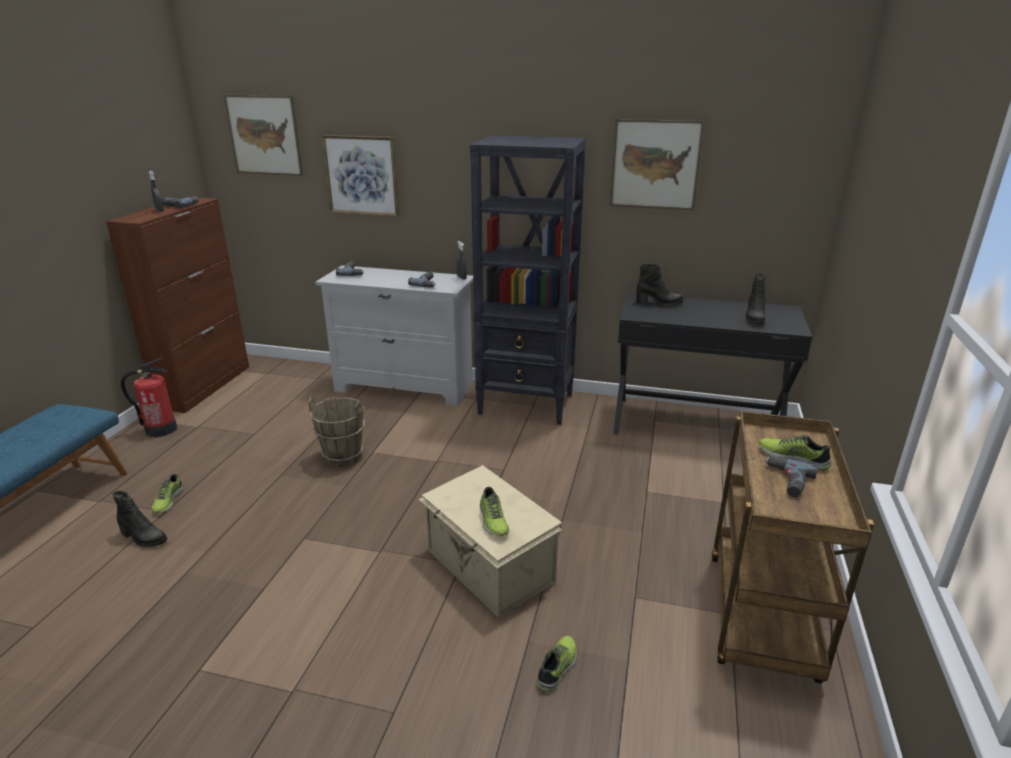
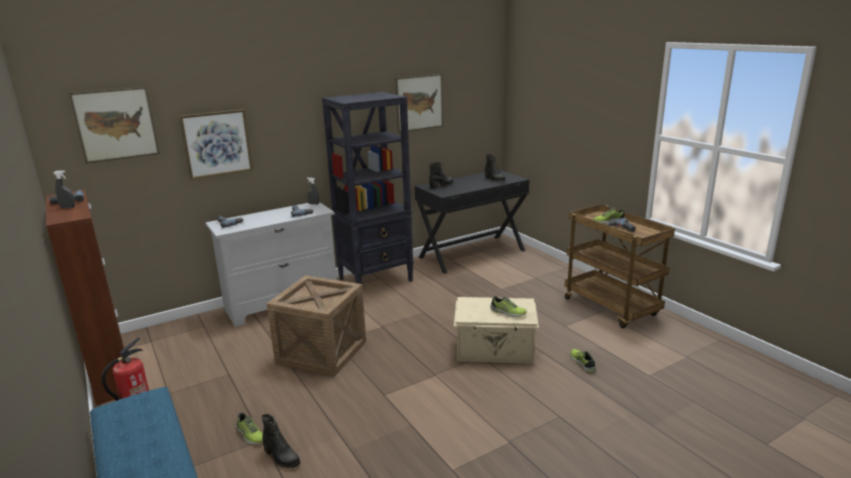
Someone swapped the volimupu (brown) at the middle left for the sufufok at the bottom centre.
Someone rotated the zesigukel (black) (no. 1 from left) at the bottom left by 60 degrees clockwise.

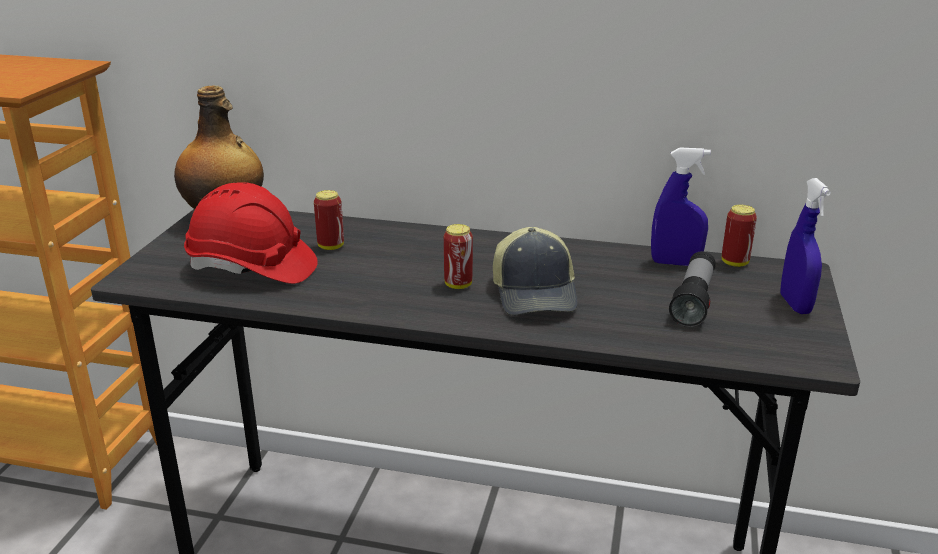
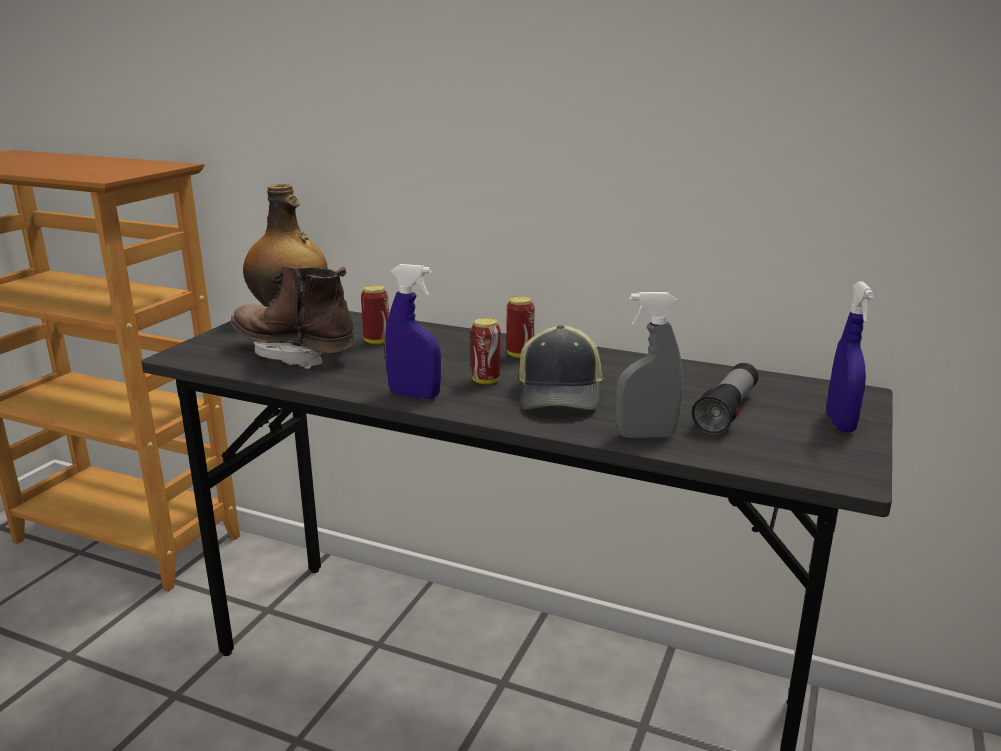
Someone carried the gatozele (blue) (no. 1 from left) from the middle right to the centre.
Someone swapped the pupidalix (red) at the middle left for the zesigukel (brown) at the middle left.
Someone carried the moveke (no. 3 from left) from the middle right to the centre.
Someone put down the gatozele (grey) at the centre.

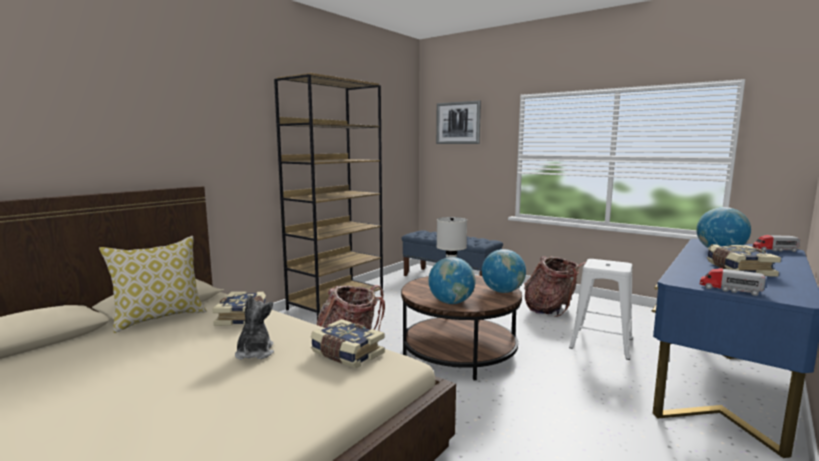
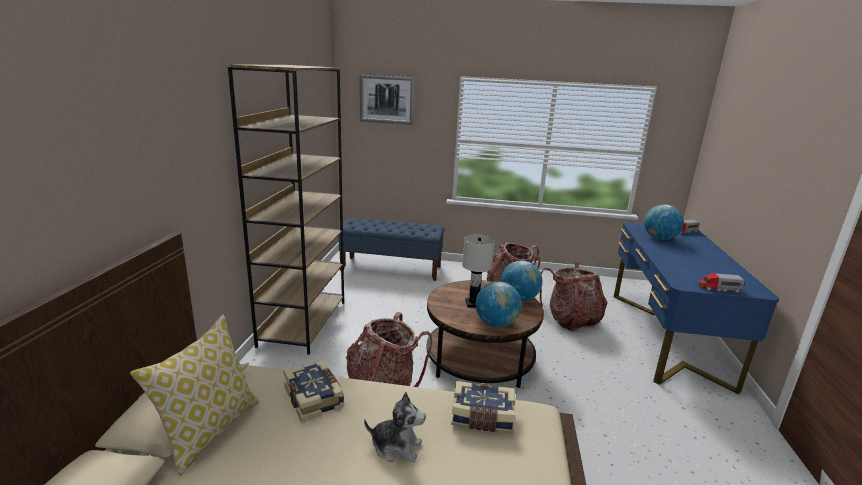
Someone took away the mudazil (no. 3 from left) at the middle right.
Someone swapped the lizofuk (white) at the bottom right for the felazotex (no. 3 from left) at the centre.
Someone rotated the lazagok at the bottom left by 135 degrees clockwise.

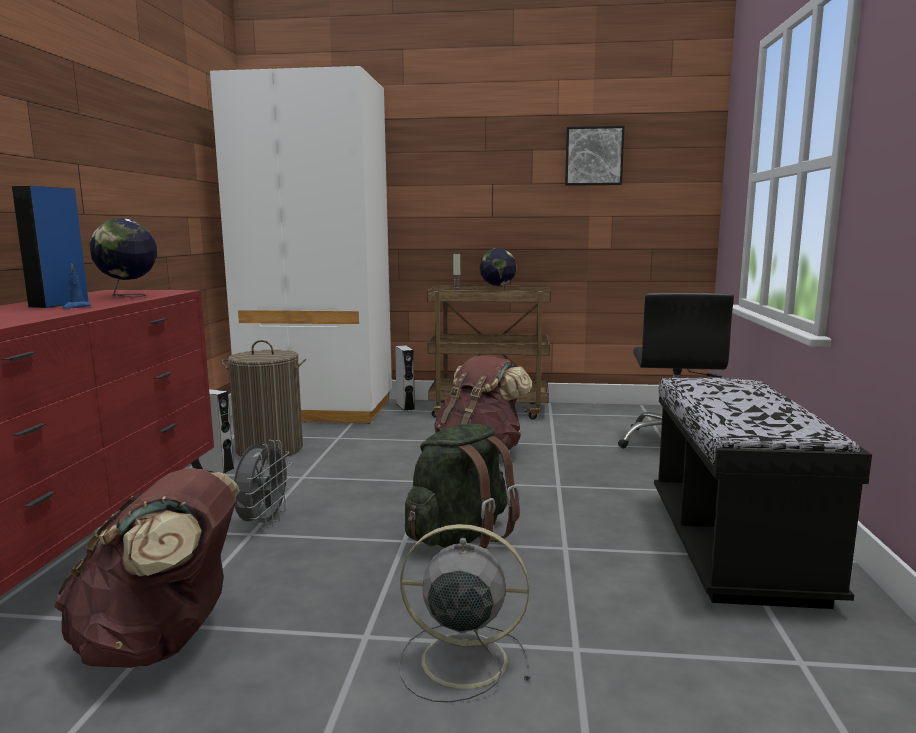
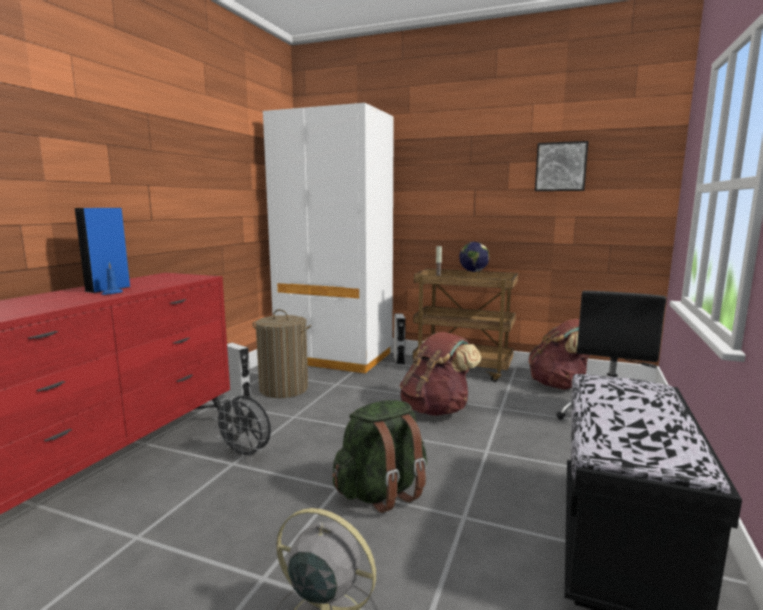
Someone took away the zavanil (no. 1 from left) at the middle left.
Someone rotated the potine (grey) (no. 1 from left) at the middle left by 90 degrees clockwise.
Someone carried the felazotex (brown) (no. 1 from left in the first image) from the bottom left to the middle right.

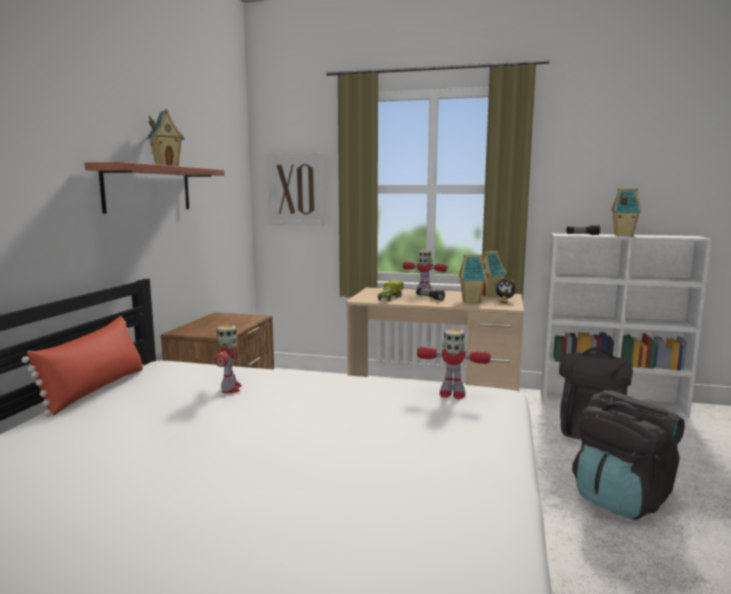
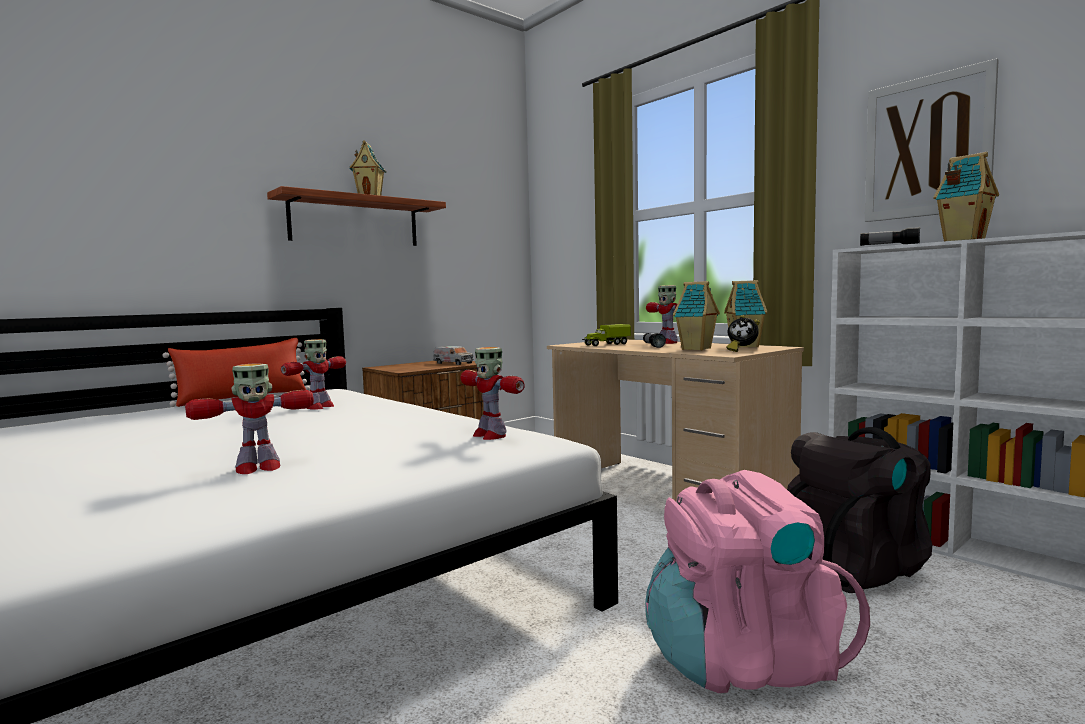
Someone carried the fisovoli from the top centre to the top right.
Someone repainted the felazotex (black) (no. 2 from left) at the bottom right, which became the felazotex (pink) at the bottom right.
Someone put down the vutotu (no. 1 from left) at the centre.
Someone put down the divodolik (no. 1 from left) at the middle left.

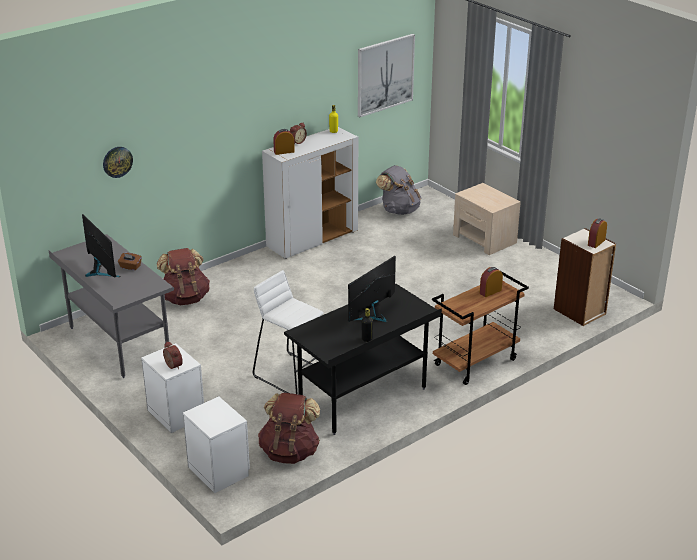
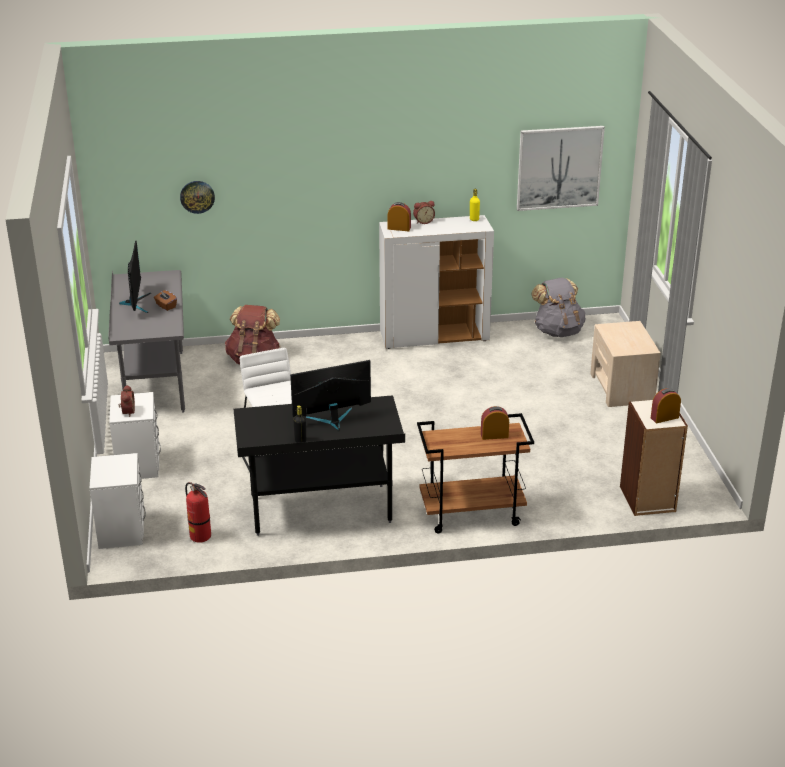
Someone swapped the felazotex (brown) (no. 2 from left) at the bottom centre for the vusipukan at the bottom left.

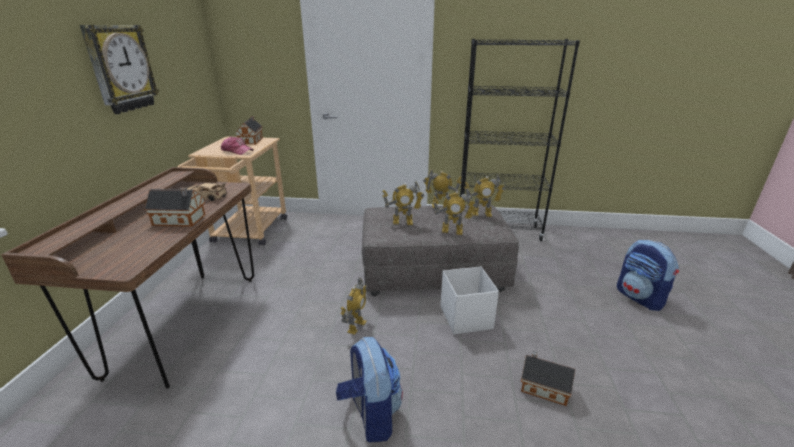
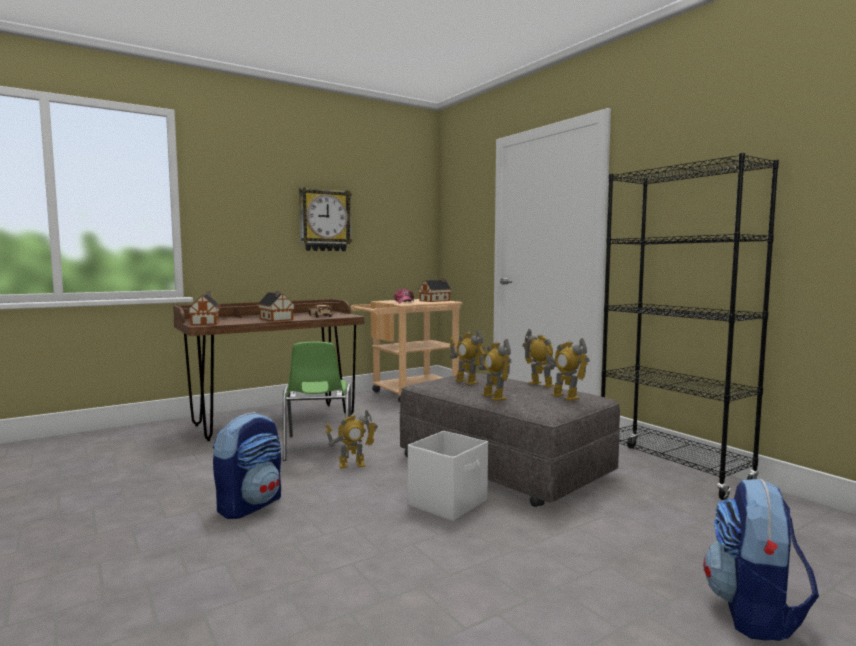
Someone carried the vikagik (no. 3 from left in the first image) from the bottom right to the middle left.
Someone put down the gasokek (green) at the centre.

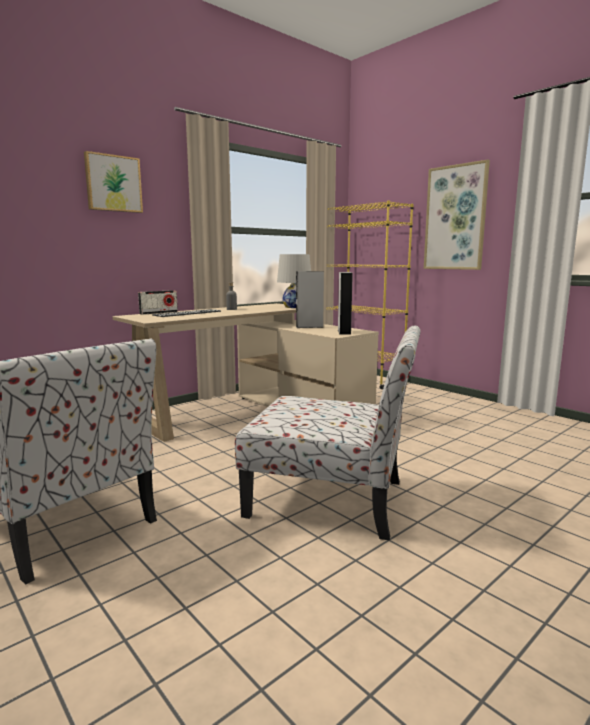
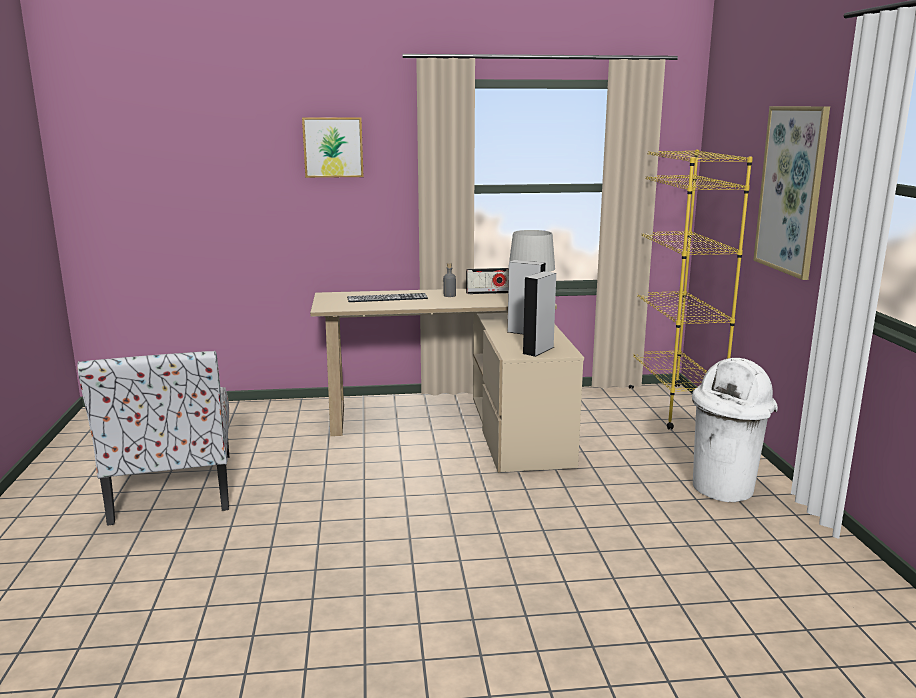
Someone carried the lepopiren from the middle left to the centre.
Someone took away the gasokek (no. 2 from left) at the centre.
Someone put down the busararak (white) at the middle right.

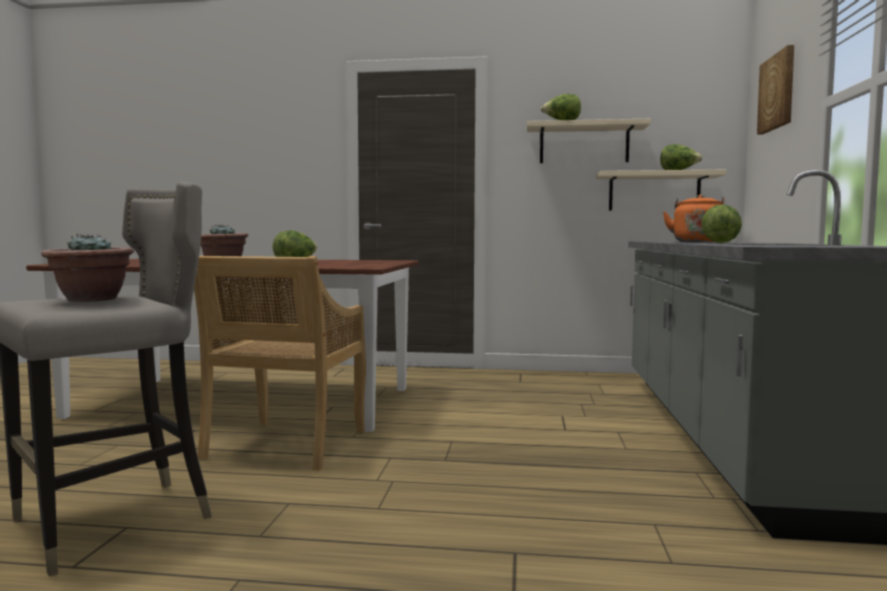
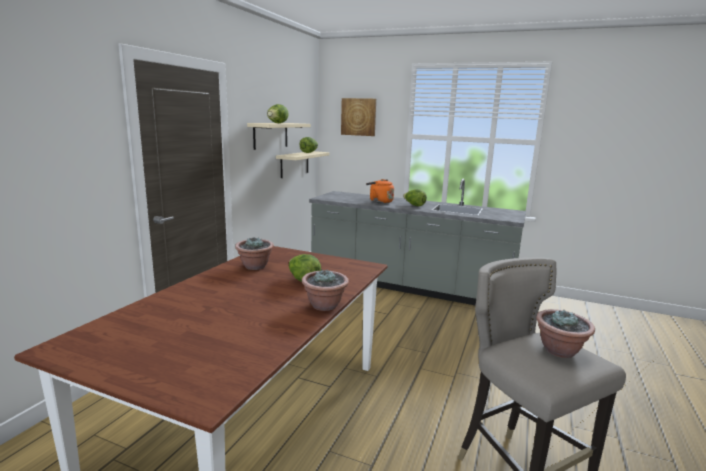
Someone took away the gasokek (beige) at the middle left.
Someone put down the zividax (no. 1 from left) at the centre.

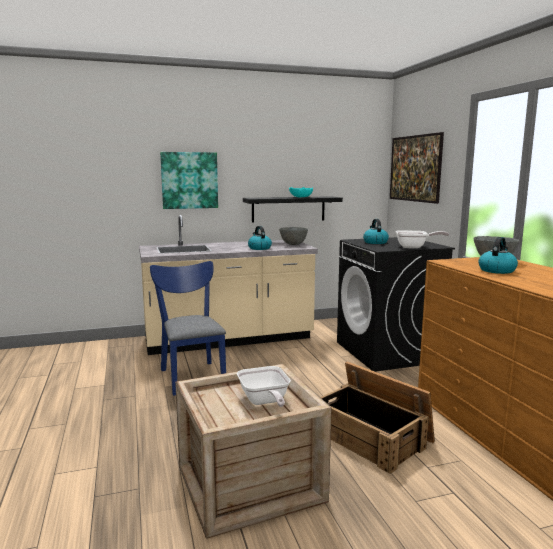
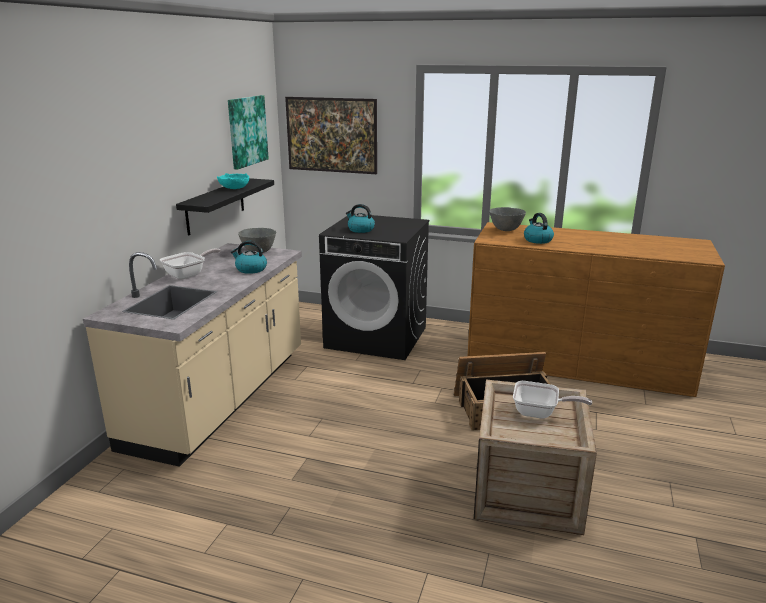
Someone carried the fisovoli (no. 1 from left) from the top centre to the top left.
Someone carried the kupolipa (no. 2 from left in the first image) from the middle right to the middle left.
Someone took away the gasokek (blue) at the centre.

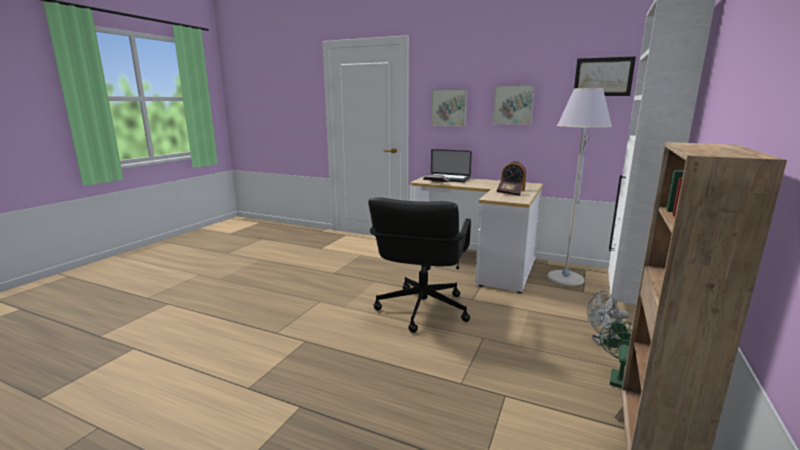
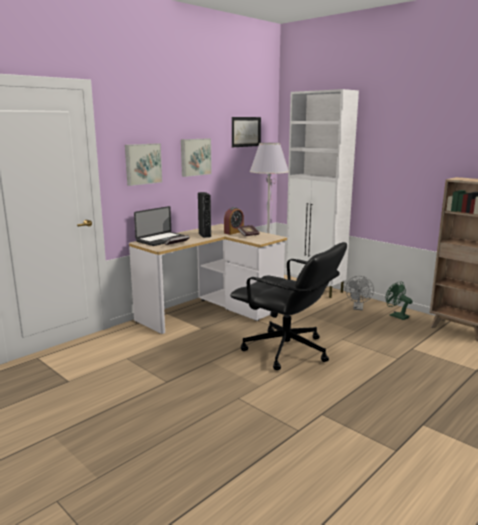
Someone put down the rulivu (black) at the centre.

